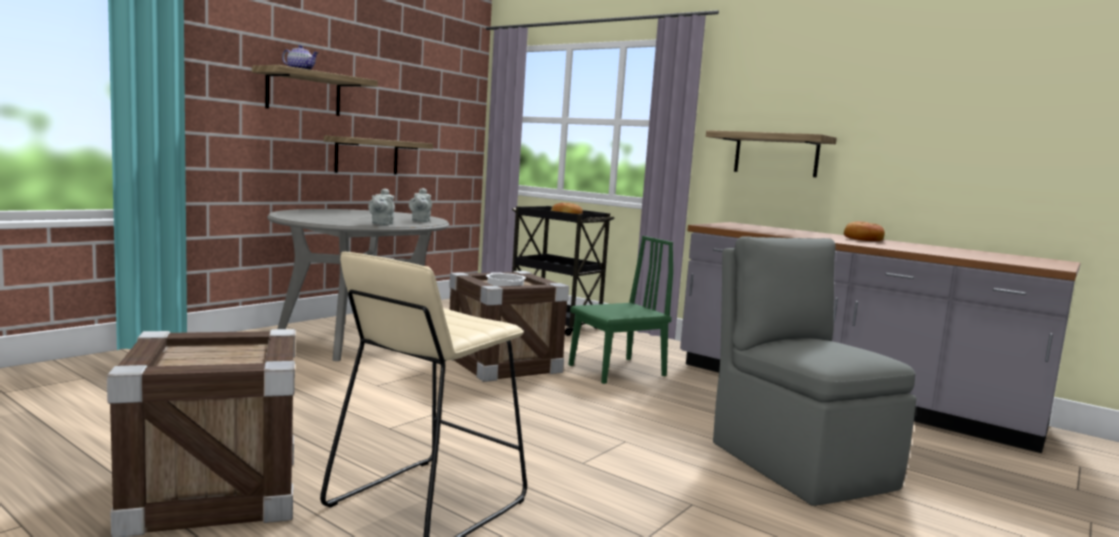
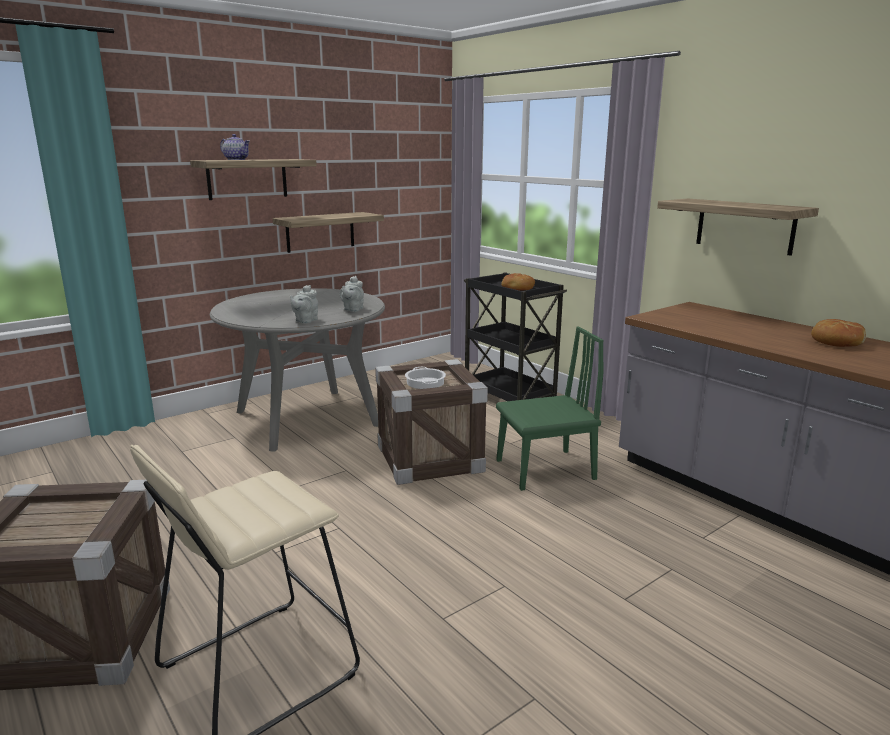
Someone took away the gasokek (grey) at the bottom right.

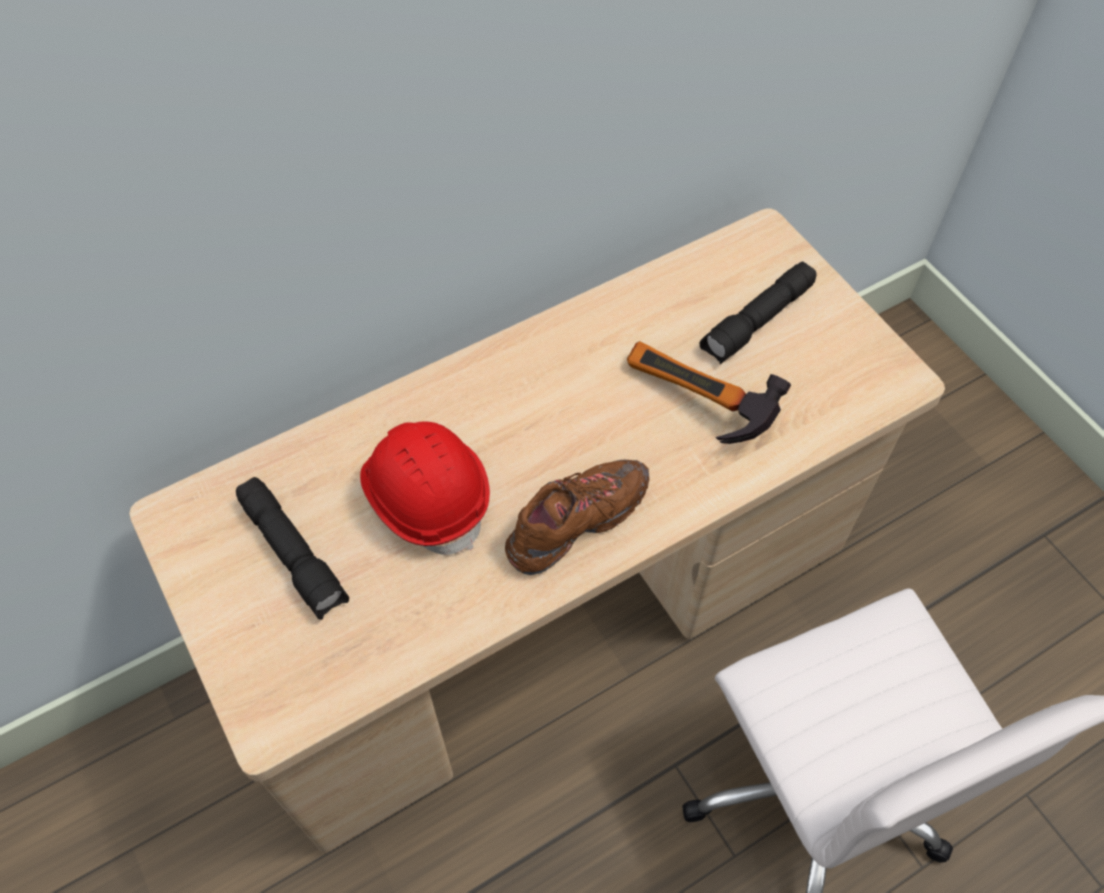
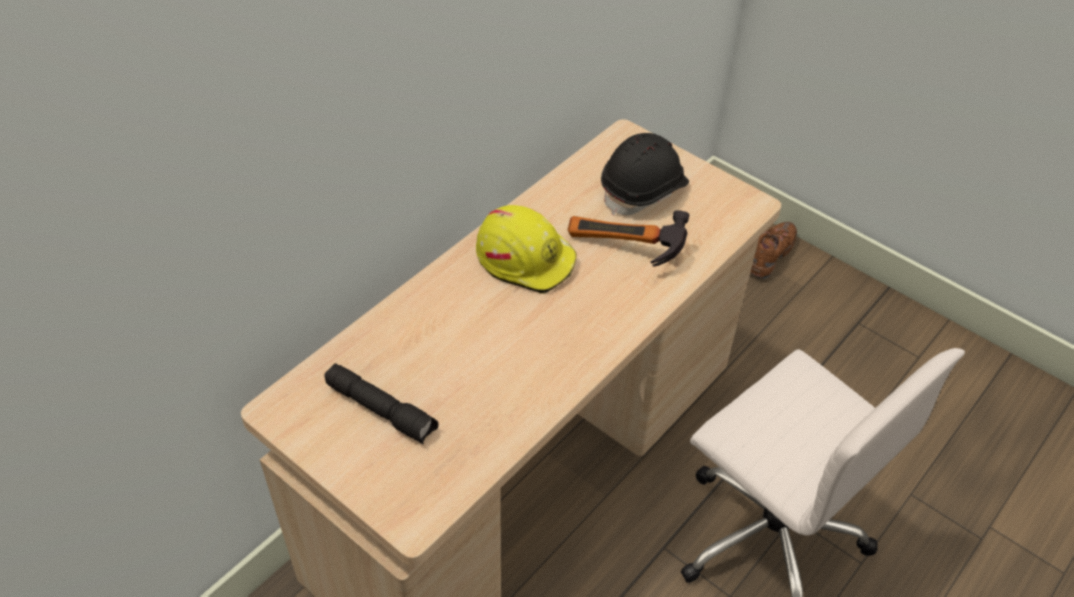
Someone swapped the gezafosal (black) (no. 2 from left) at the middle right for the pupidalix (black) at the top centre.
Someone took away the pupidalix (red) at the centre.
Someone carried the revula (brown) from the centre to the middle right.
Someone put down the pupidalix (yellow) at the centre.

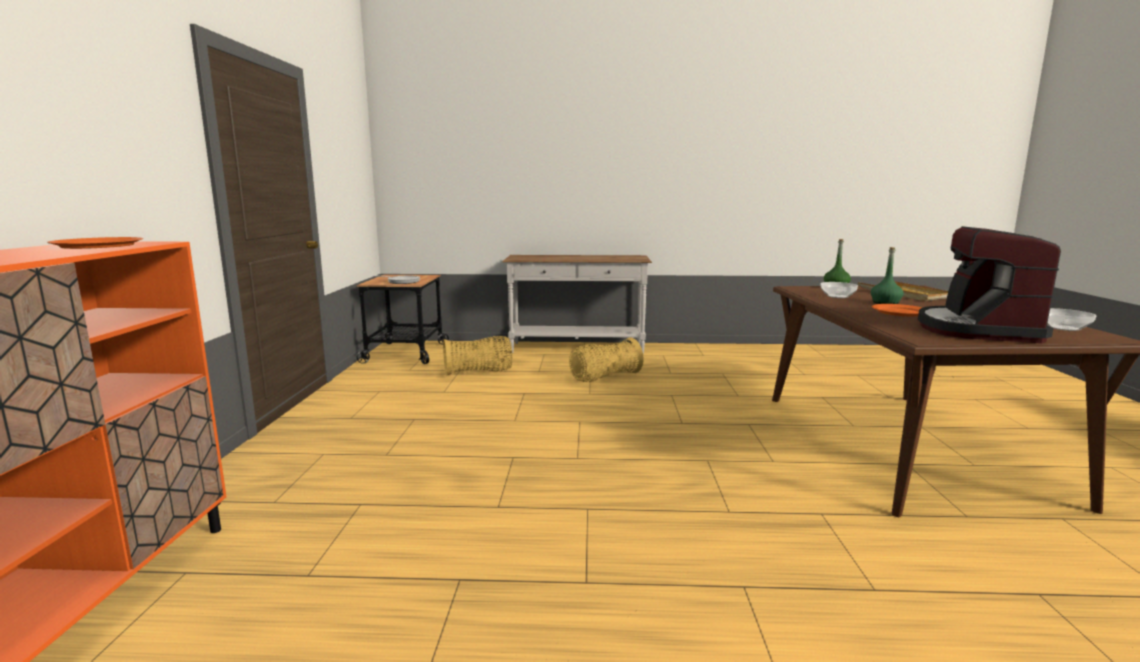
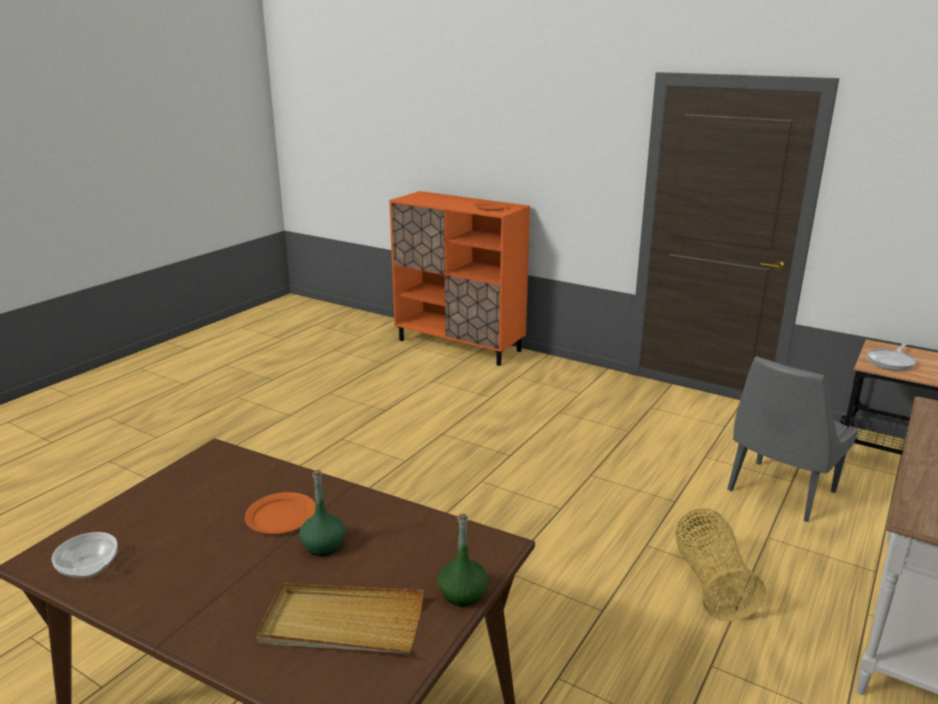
Someone took away the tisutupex at the middle right.
Someone took away the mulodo (no. 1 from left) at the middle right.
Someone swapped the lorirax (no. 1 from left) at the centre for the gasokek (grey) at the middle right.

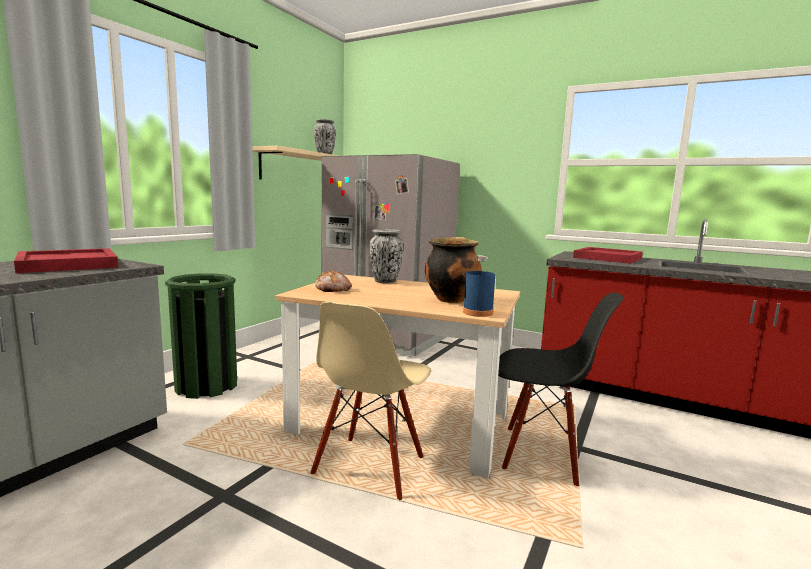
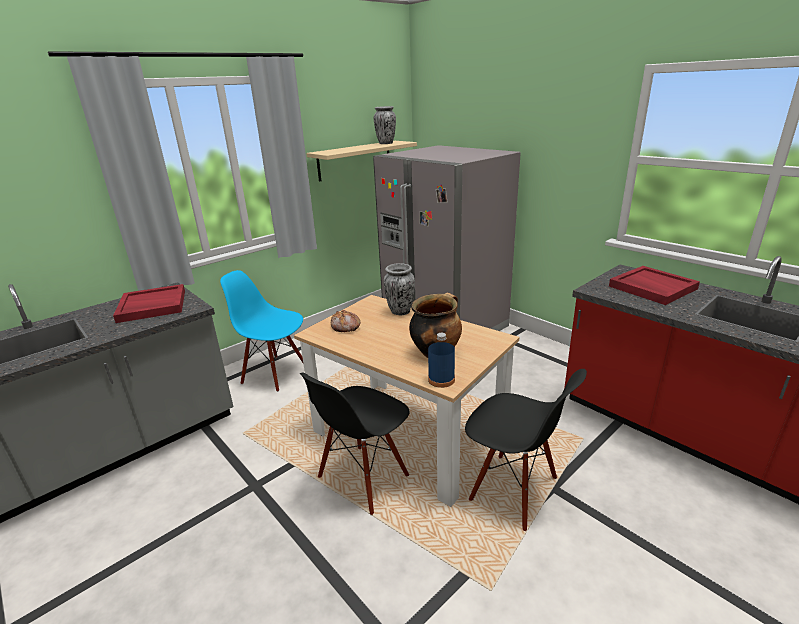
Someone swapped the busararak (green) at the middle left for the gasokek (blue) at the middle left.
Someone repainted the gasokek (beige) at the bottom centre, which became the gasokek (black) (no. 1 from left) at the bottom centre.

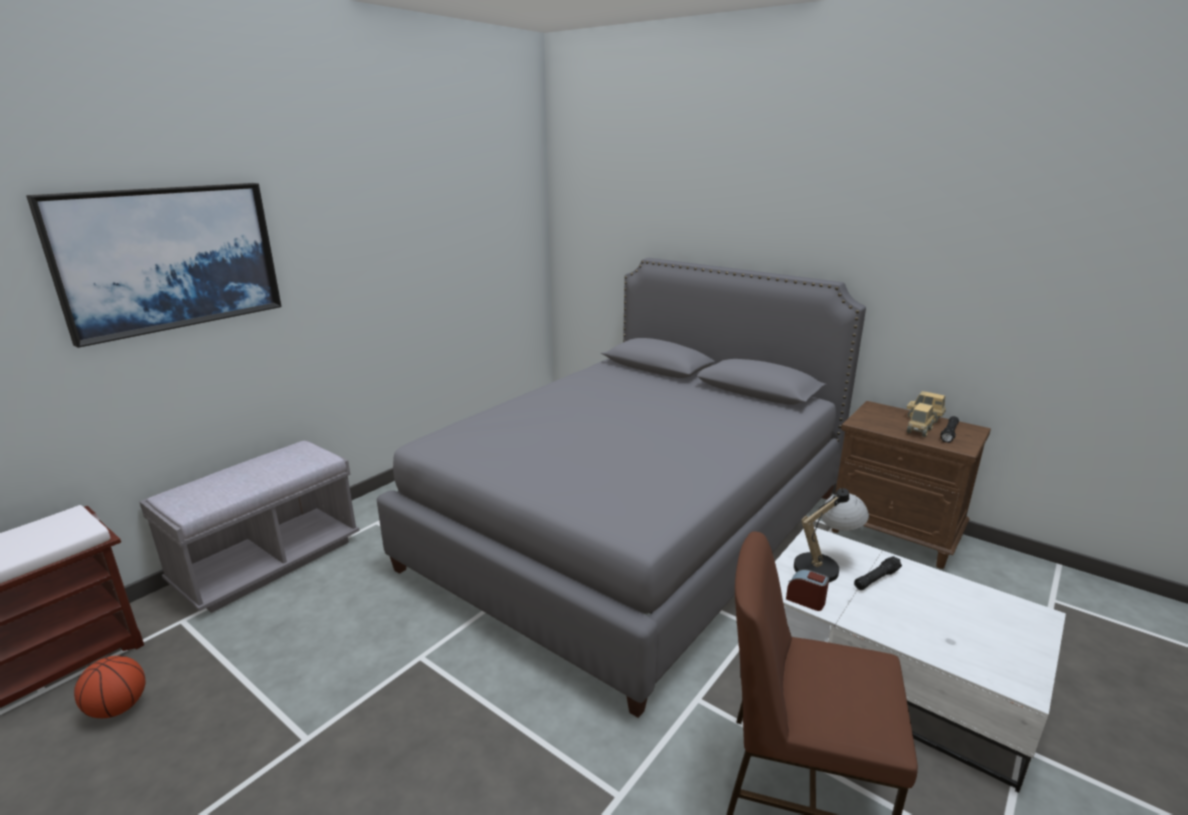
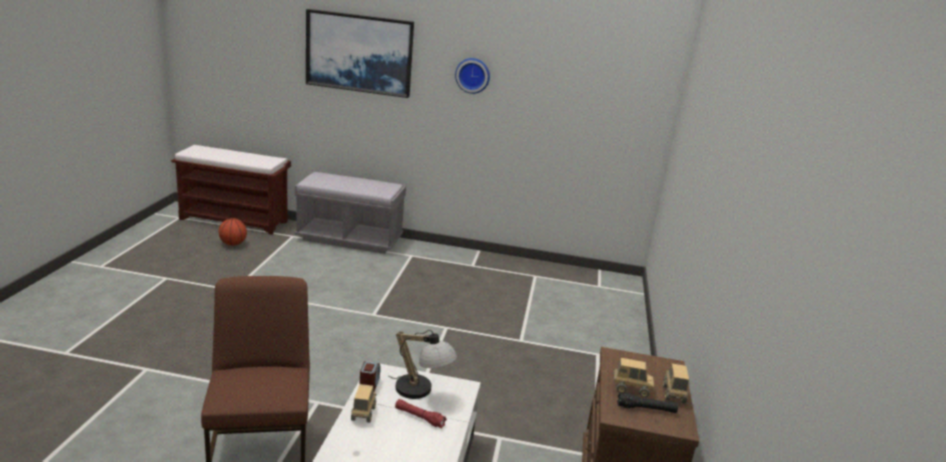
Someone took away the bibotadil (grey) at the centre.
Someone repainted the gezafosal (black) (no. 1 from left) at the bottom right, which became the gezafosal (red) at the bottom centre.
Someone put up the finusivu at the top centre.
Someone put down the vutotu (no. 1 from left) at the bottom centre.

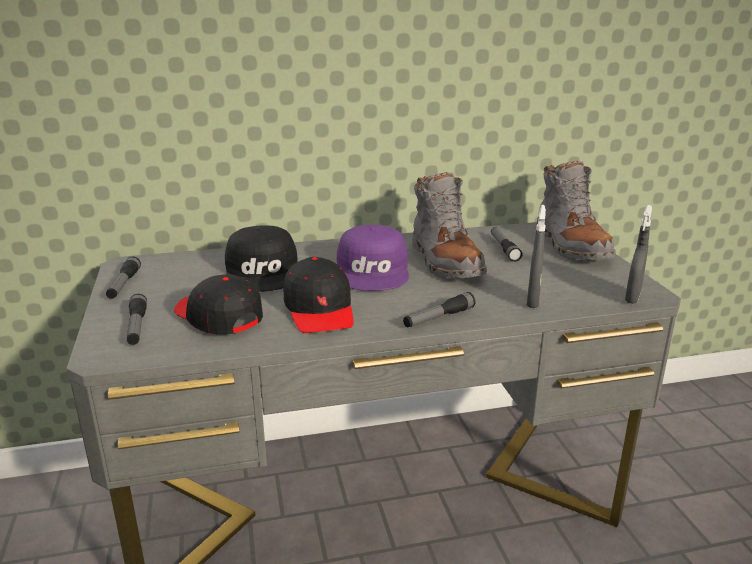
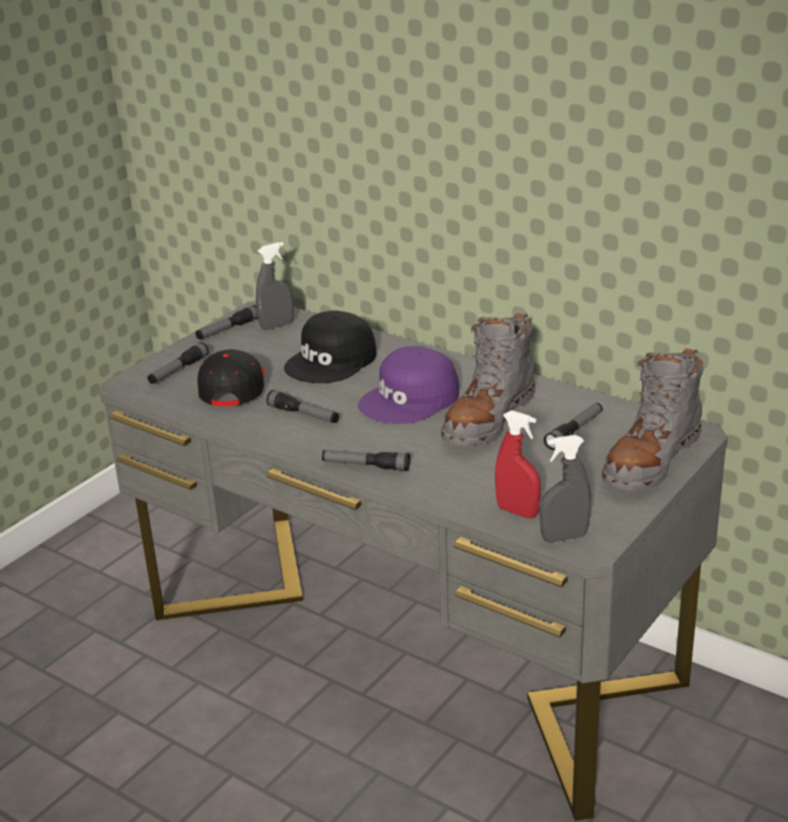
Someone carried the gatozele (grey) (no. 1 from left) from the middle right to the centre.
Someone swapped the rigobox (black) (no. 3 from left) at the centre for the gezafosal (no. 3 from left) at the centre.
Someone put down the gatozele (red) at the centre.

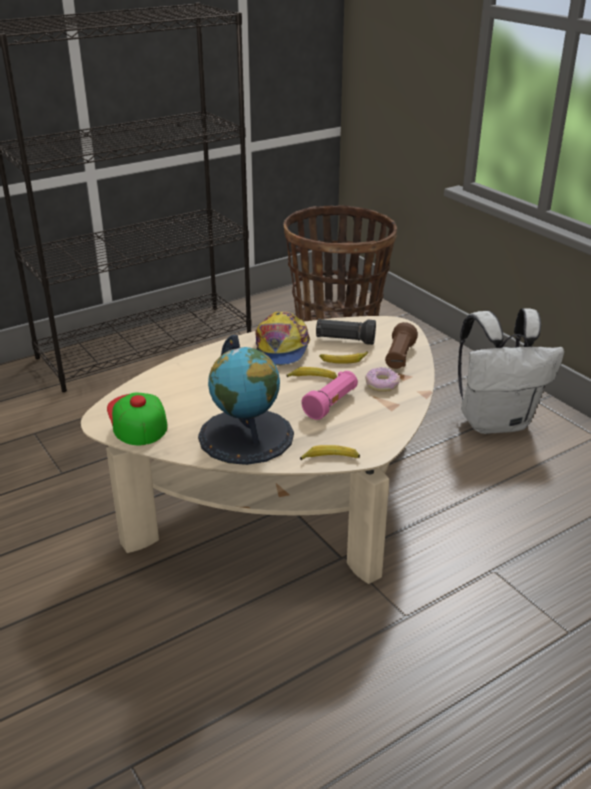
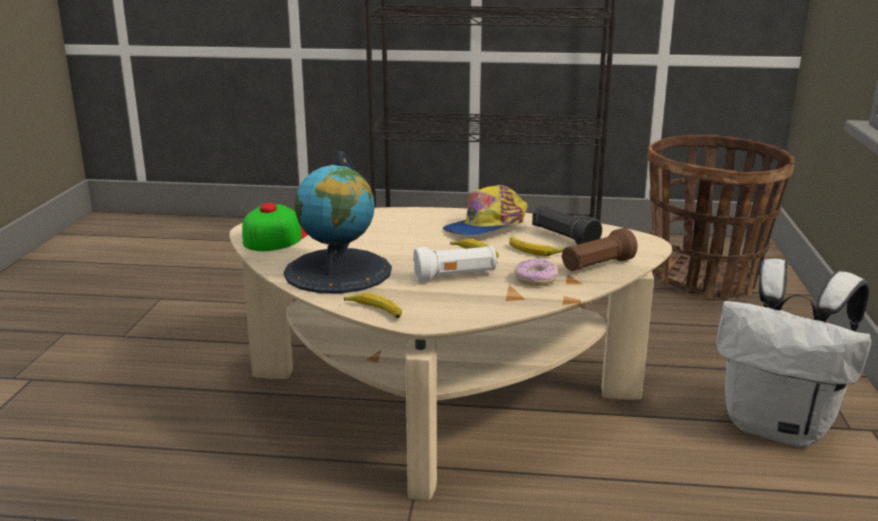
Someone repainted the gezafosal (pink) at the centre, which became the gezafosal (white) at the centre.

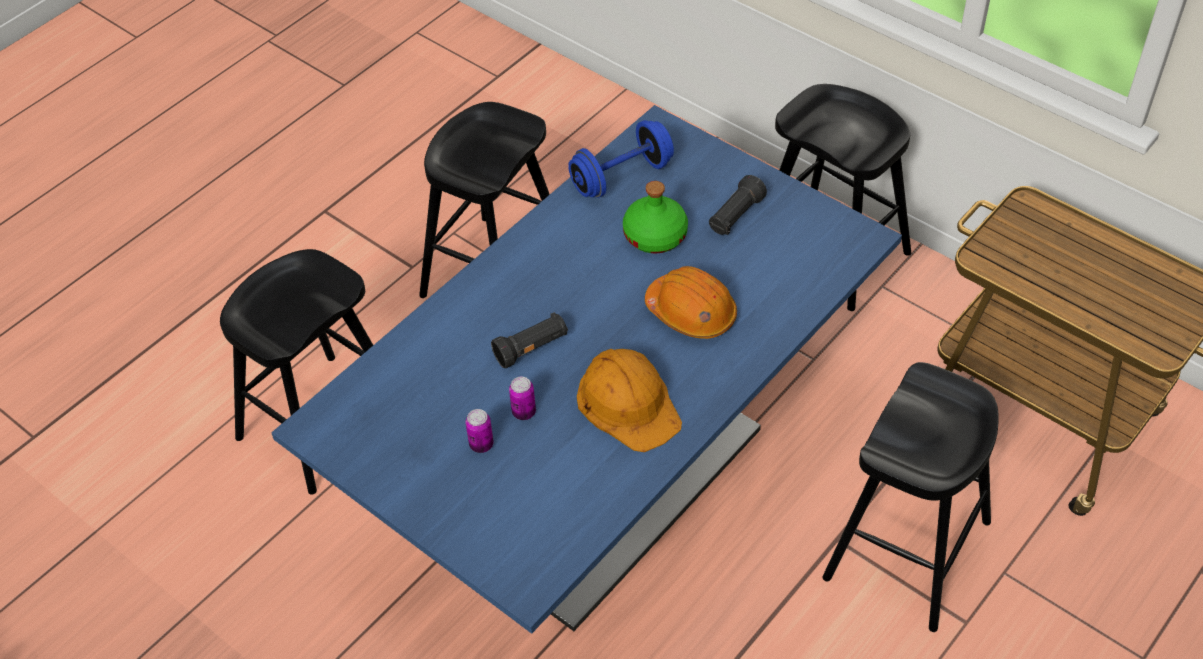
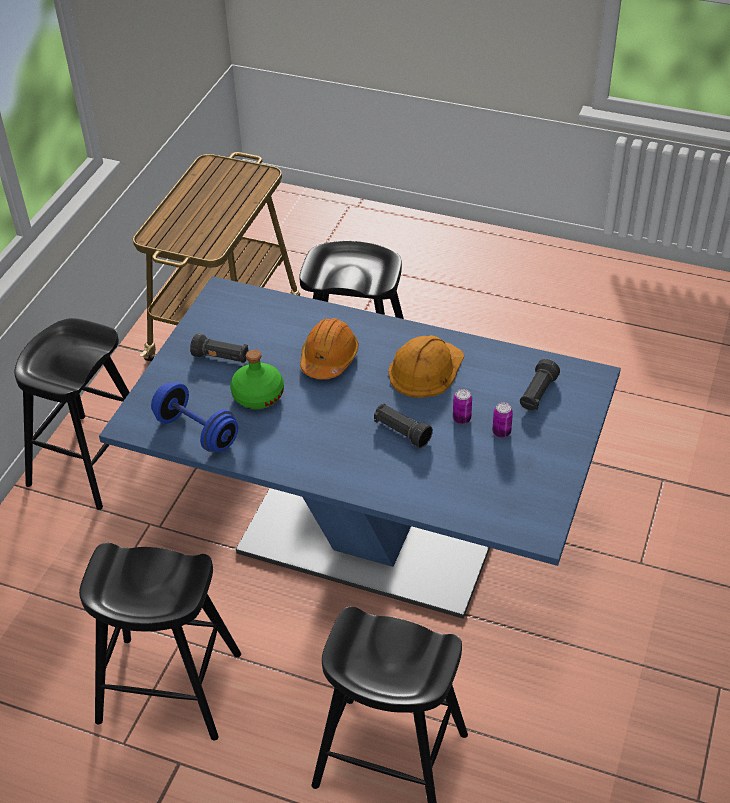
Someone put down the gezafosal (black) (no. 3 from left) at the middle right.

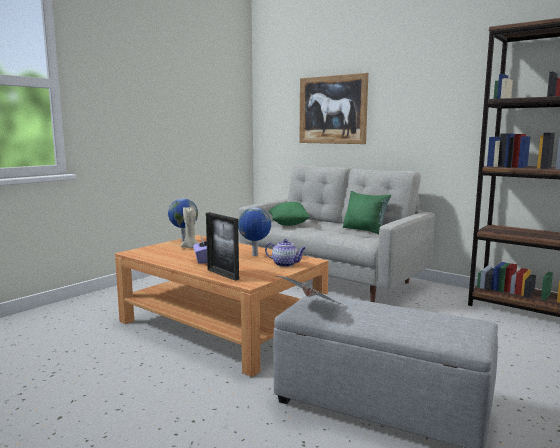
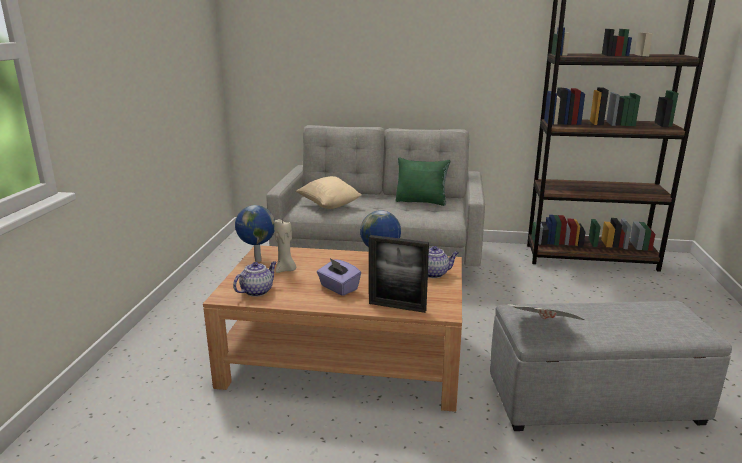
Someone took away the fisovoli at the top centre.
Someone repainted the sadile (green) (no. 1 from left) at the centre, which became the sadile (beige) at the centre.
Someone put down the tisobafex (no. 1 from left) at the centre.

